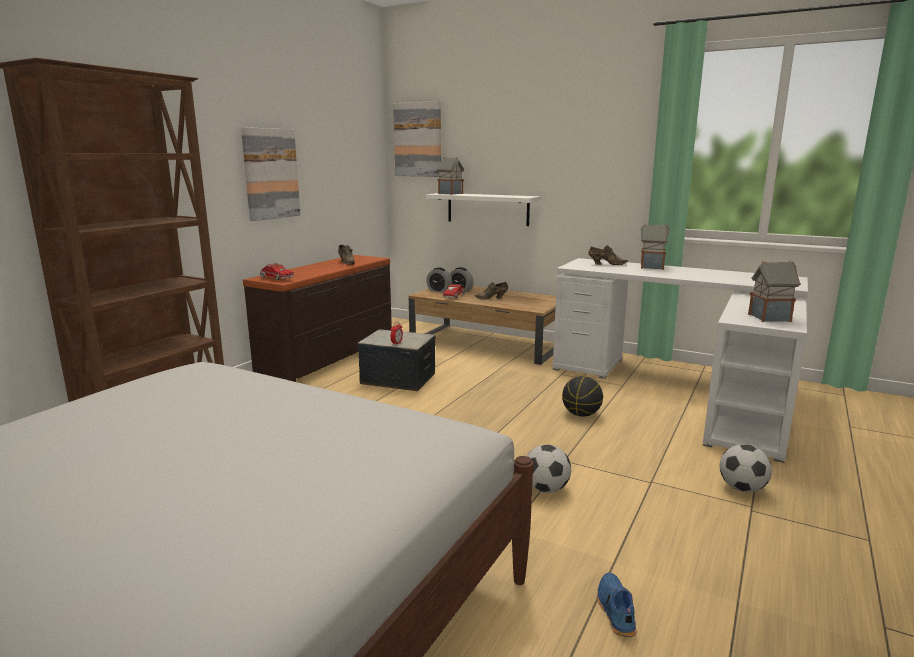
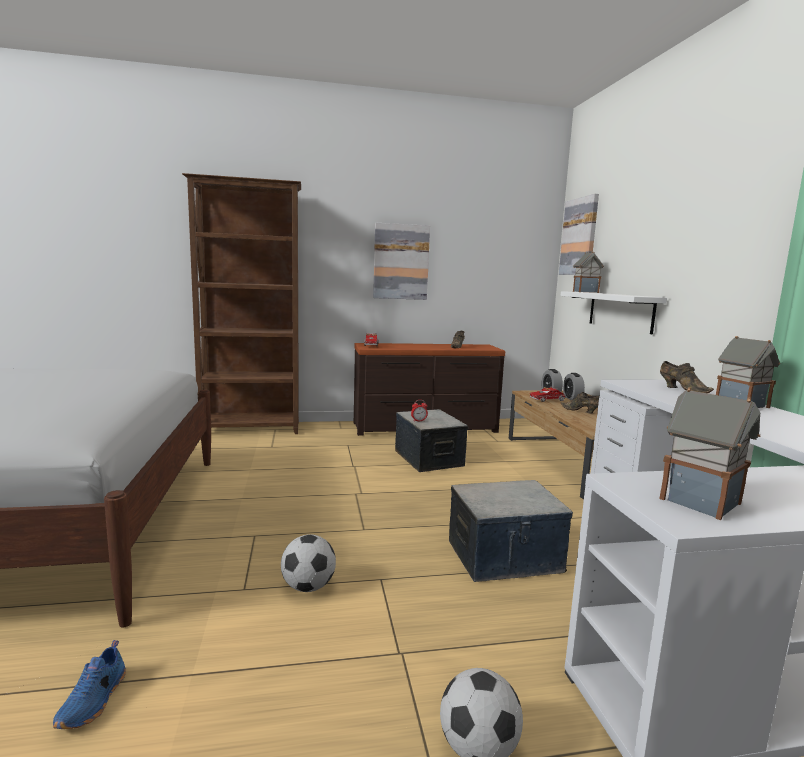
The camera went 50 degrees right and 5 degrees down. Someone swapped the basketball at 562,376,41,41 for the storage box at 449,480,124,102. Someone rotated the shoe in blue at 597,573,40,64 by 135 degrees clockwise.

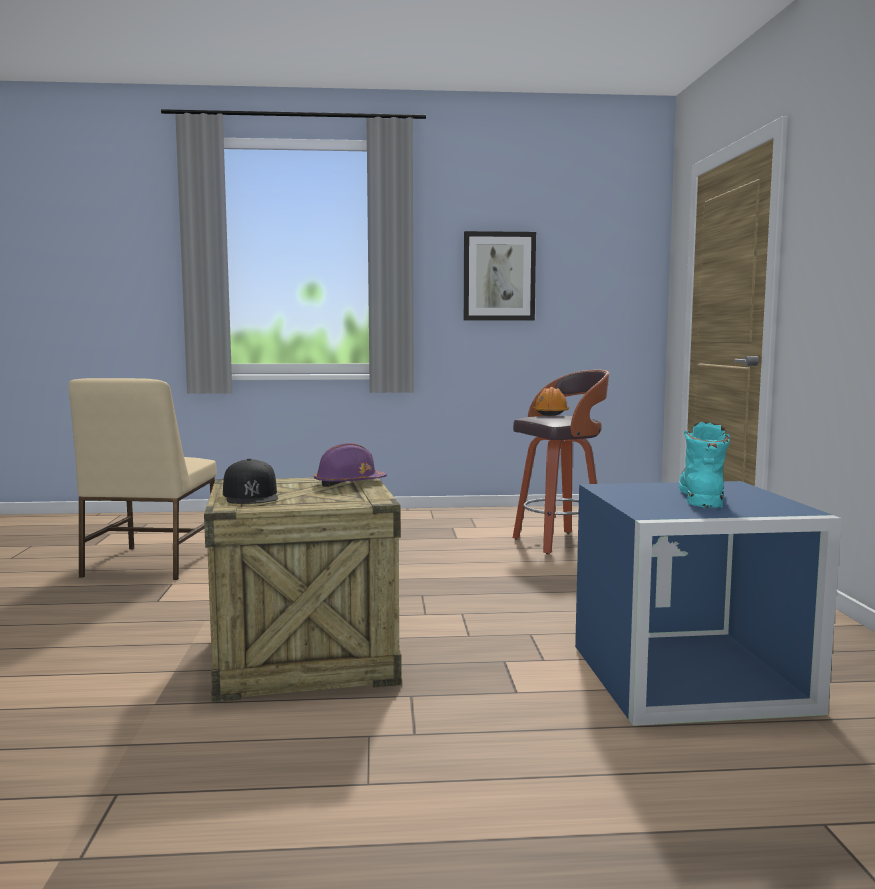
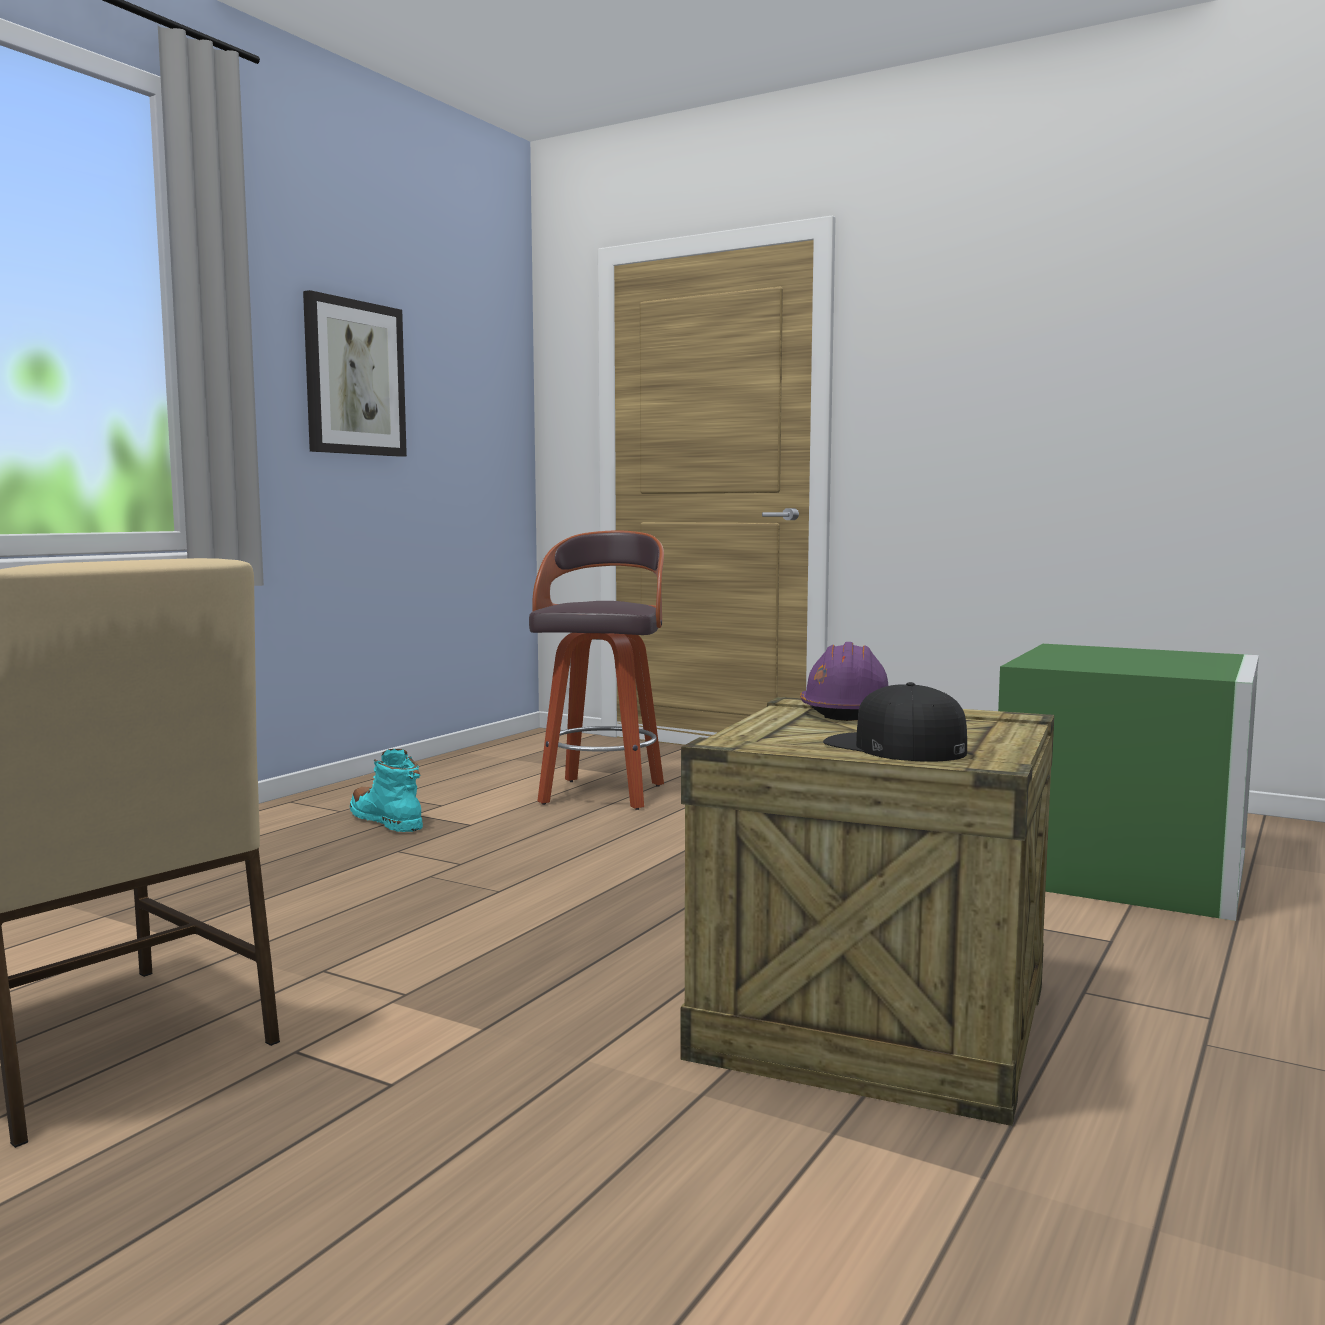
The camera went 55 degrees left and 0 degrees up. Someone took away the hard hat in orange at 533,387,36,29. Someone carried the boot in turquoise from 679,422,51,86 to 350,749,73,83. Someone rotated the cap in black at 223,459,55,45 by 150 degrees counterclockwise. Someone repainted the storage box in blue at 575,481,266,245, which became the storage box in green at 998,644,261,277.

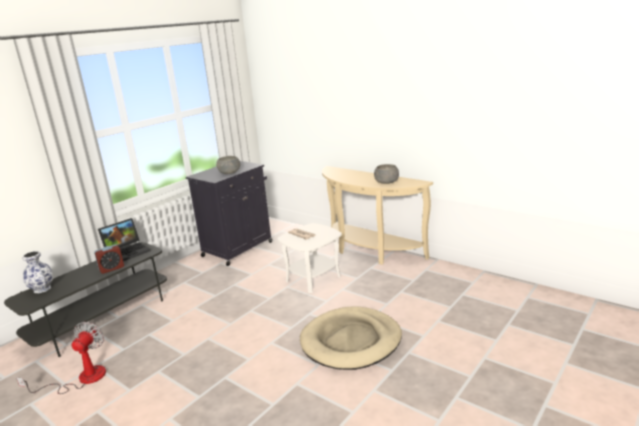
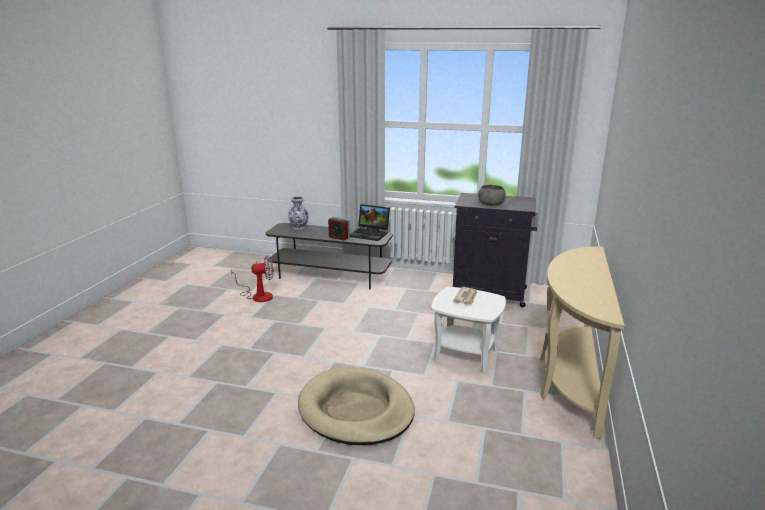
The camera went 65 degrees right and 0 degrees up. Someone took away the bowl in grey at 374,164,25,20.

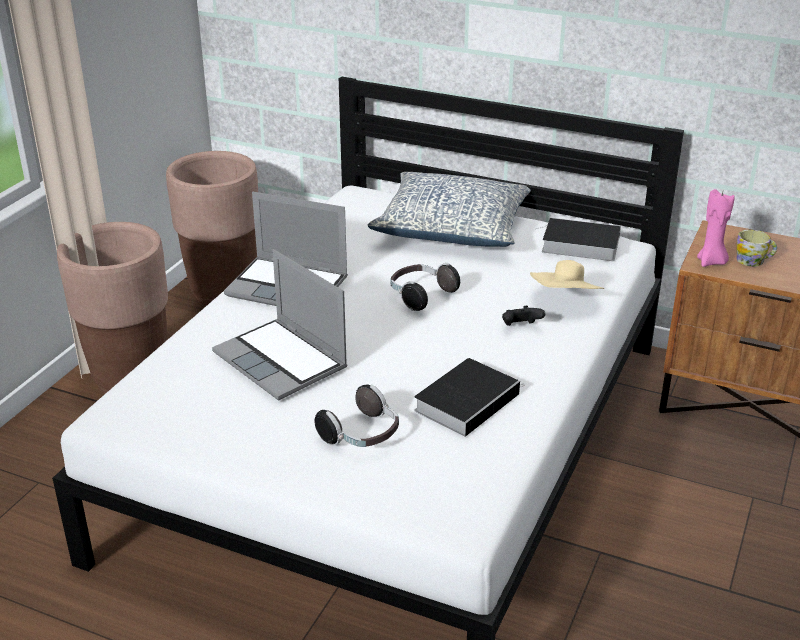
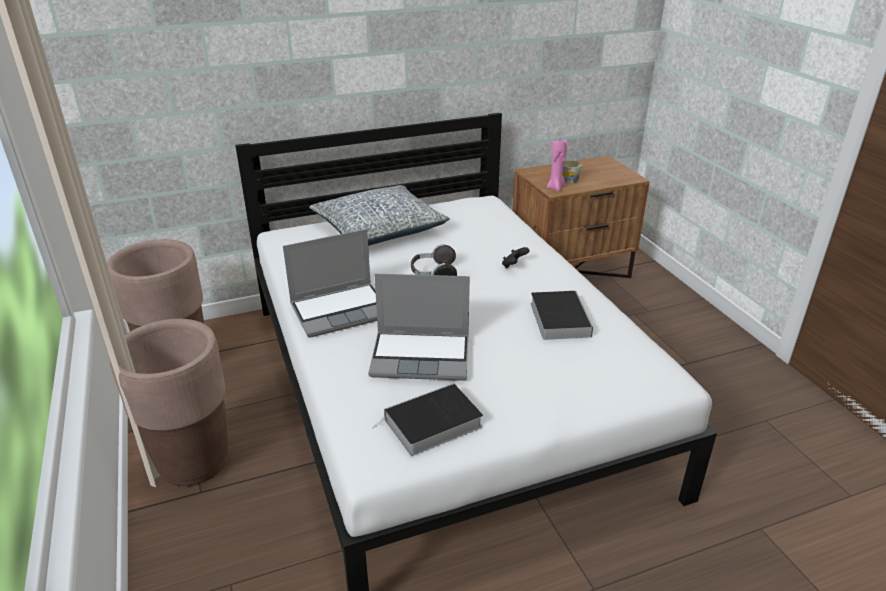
The camera went 45 degrees left and 0 degrees up. Someone carried the book from 535,218,86,43 to 372,383,111,73. Someone took away the hat in beige at 530,260,74,29. Someone took away the headphones at 314,385,85,62.

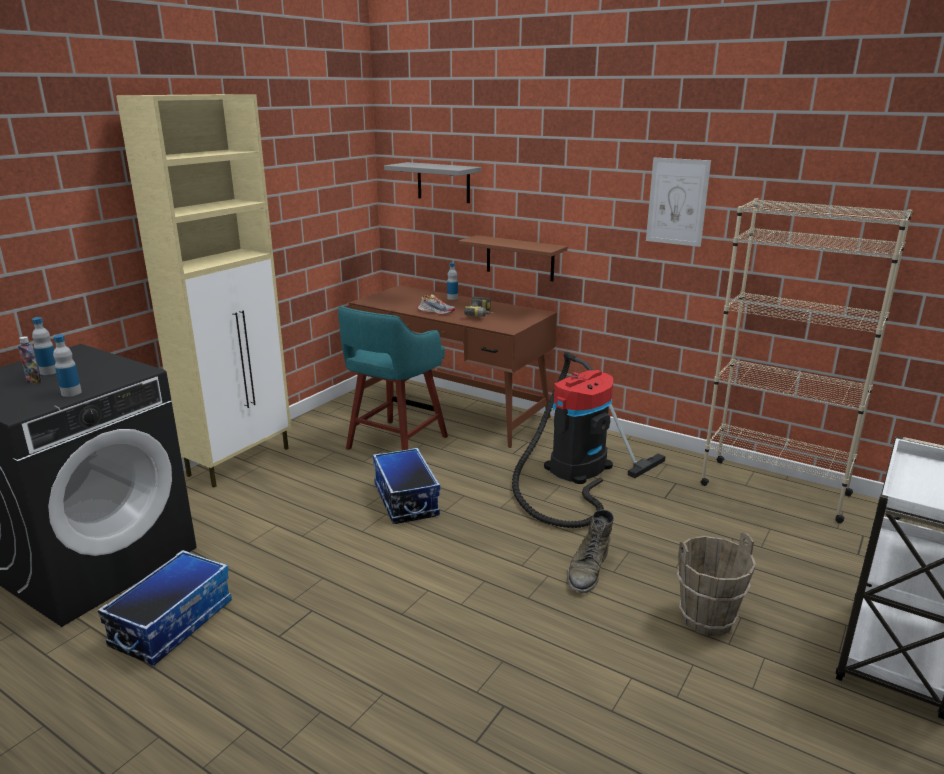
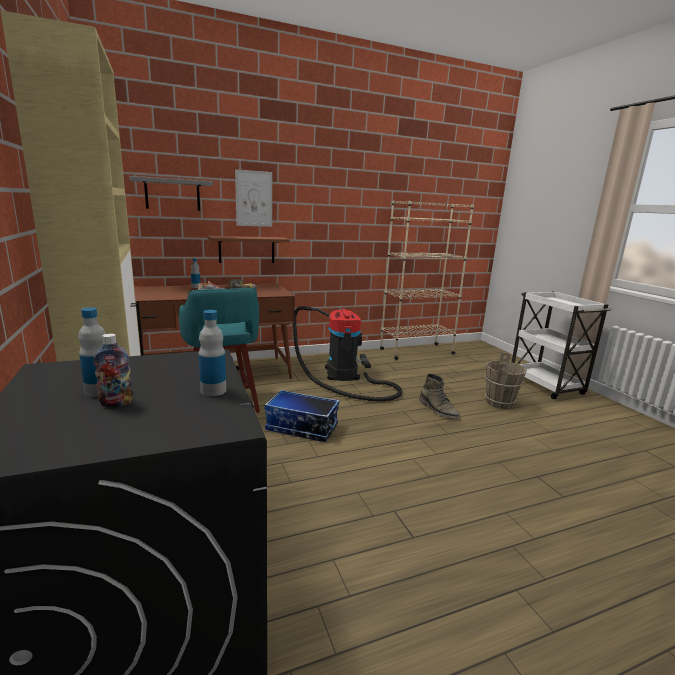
The camera went 55 degrees left and 5 degrees down. Someone carried the picture from 646,157,65,90 to 235,169,37,58. Someone took away the storage box at 98,550,134,116.

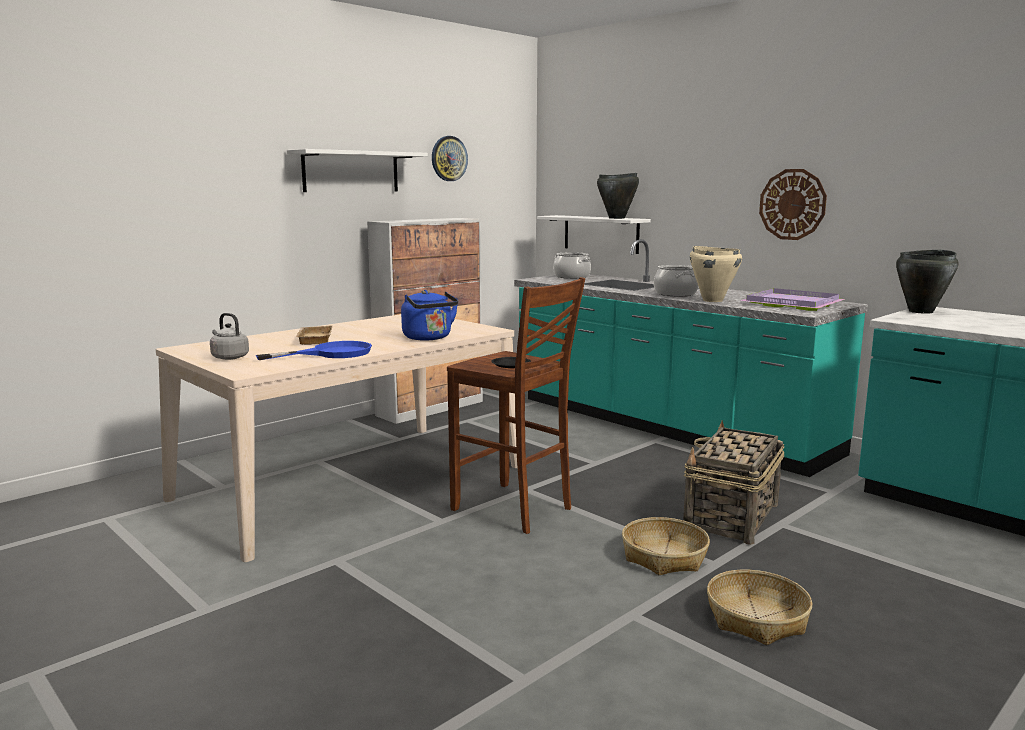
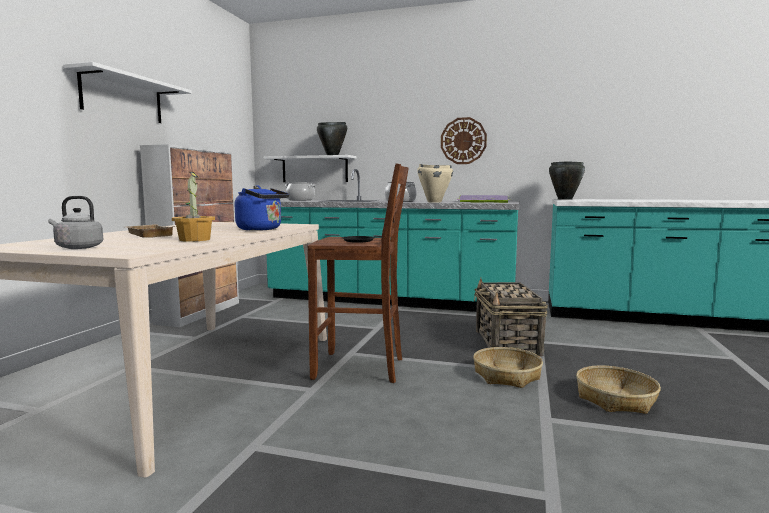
The camera went 30 degrees left and 5 degrees down. Someone took away the wall clock at 432,136,36,45. Someone swapped the frying pan in blue at 256,341,116,19 for the potted plant at 172,171,43,71.

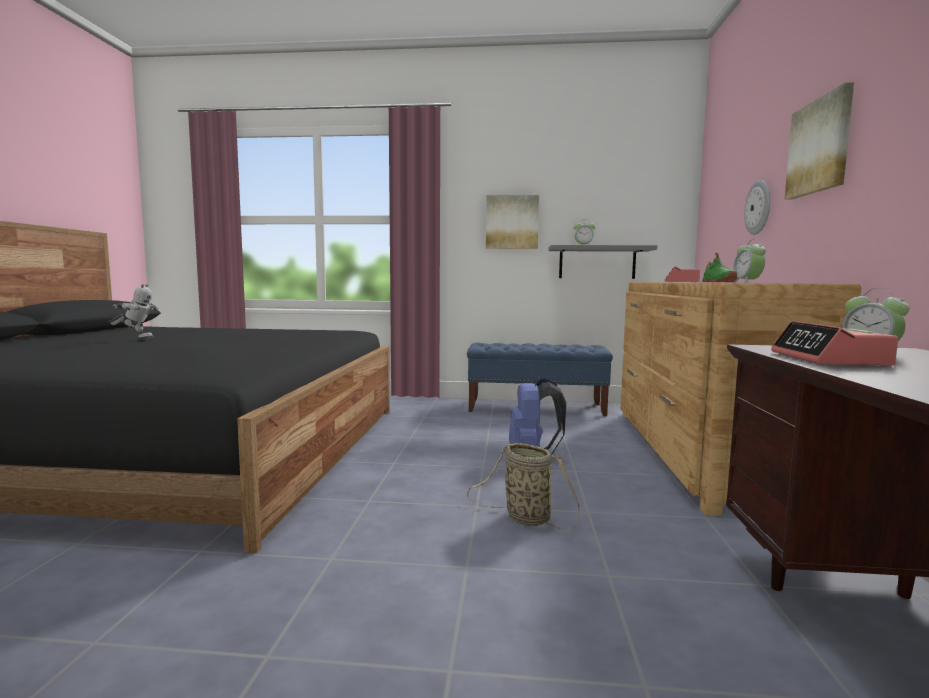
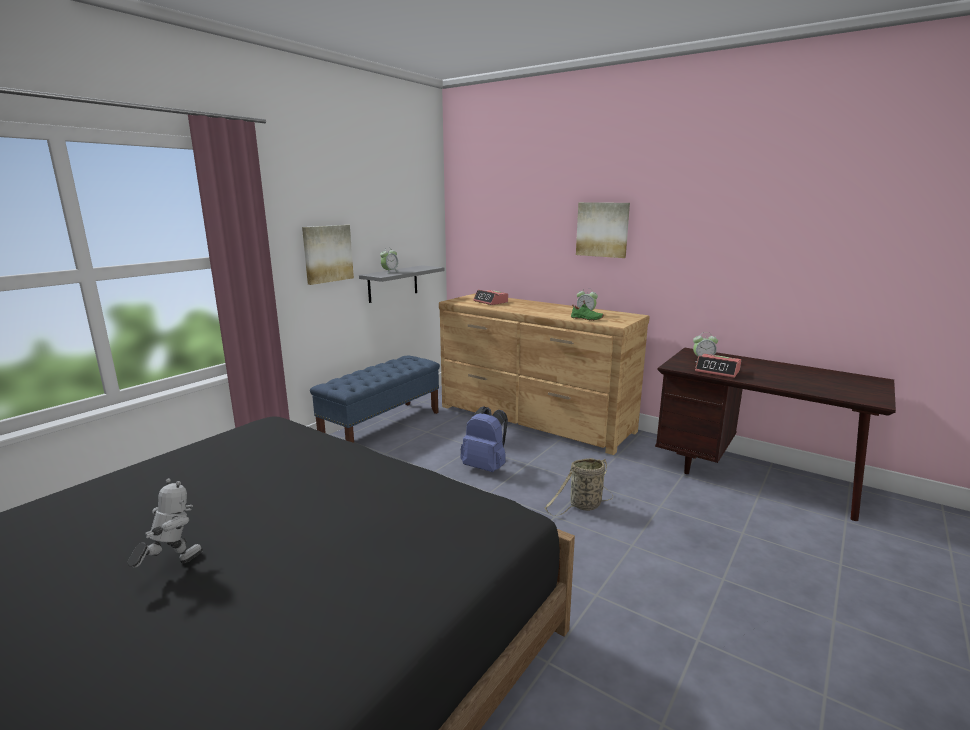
The camera went 60 degrees left and 10 degrees up. Someone took away the wall clock at 744,180,26,55.

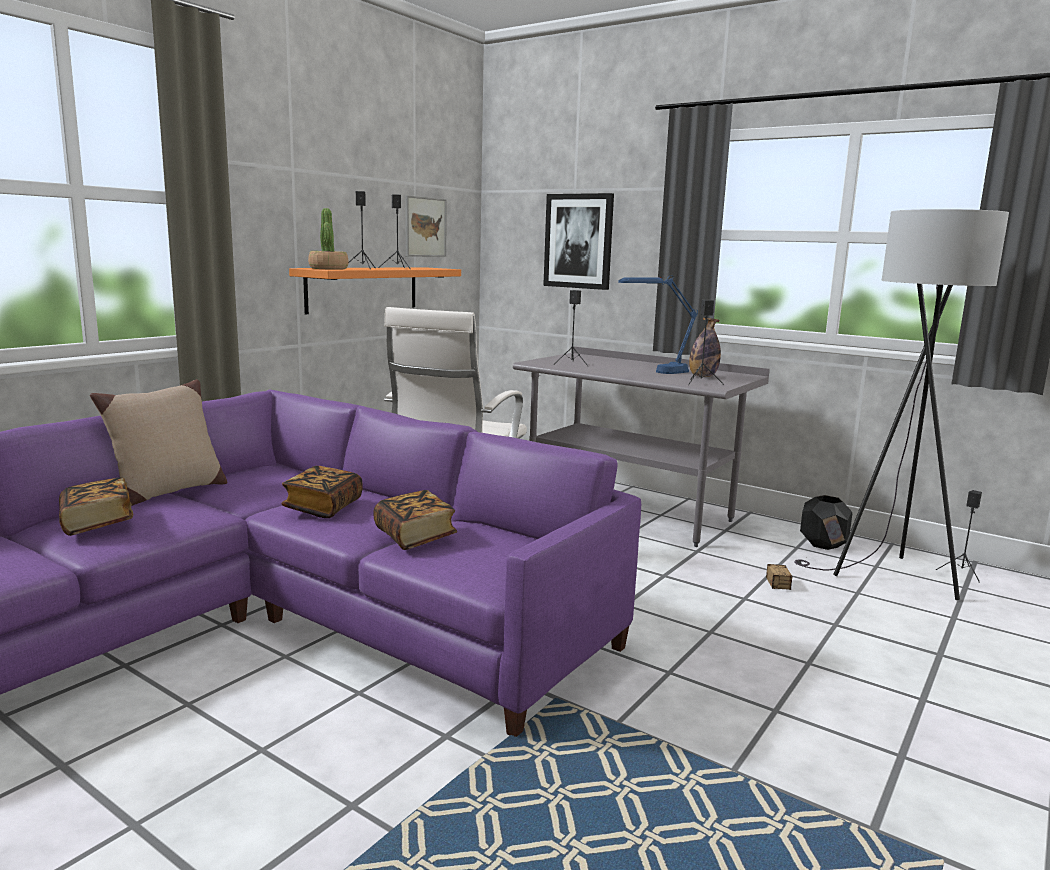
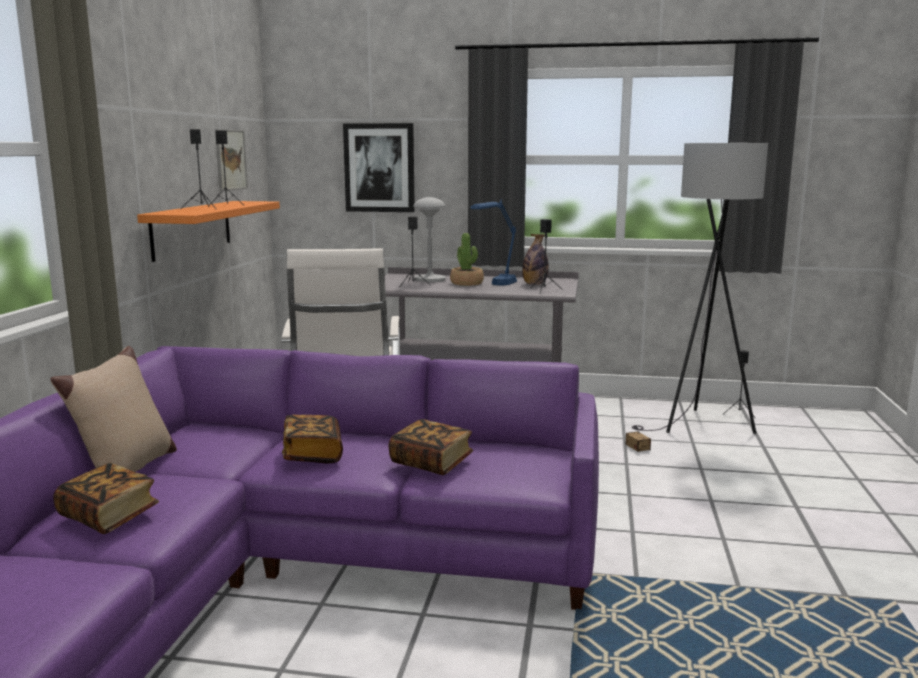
The camera went 25 degrees left and 0 degrees up. Someone carried the potted plant from 308,208,40,62 to 450,233,34,53. Someone took away the planter in black at 800,495,52,55. Someone put down the table lamp in grey at 413,197,33,85.

